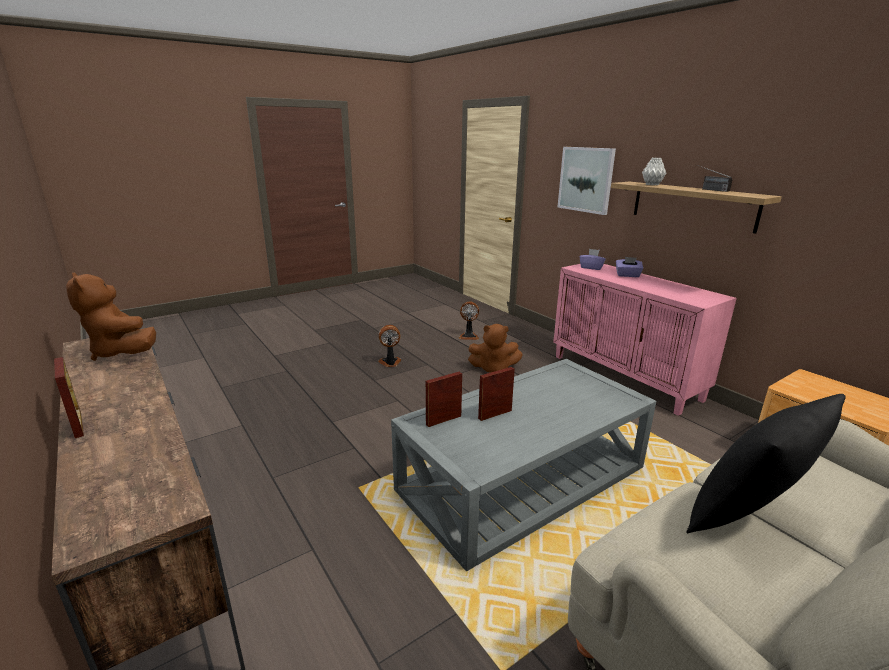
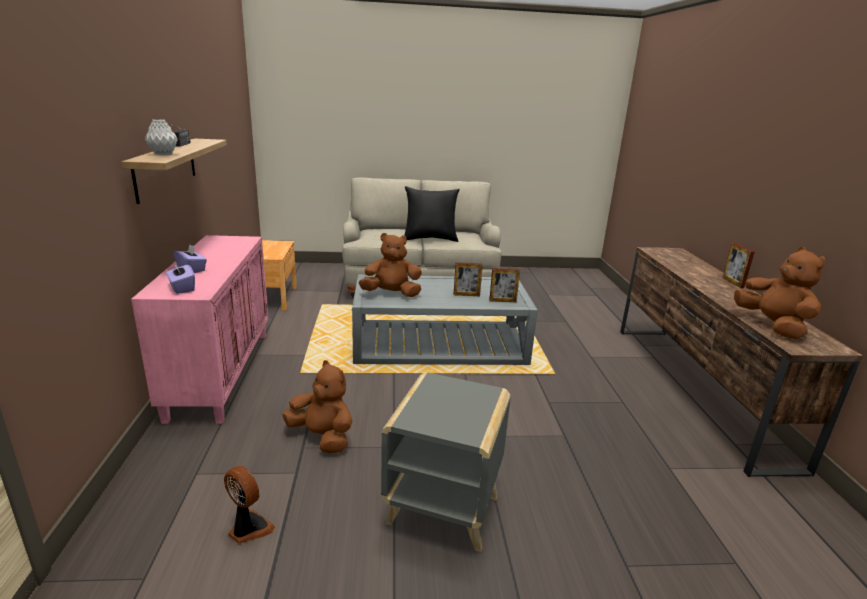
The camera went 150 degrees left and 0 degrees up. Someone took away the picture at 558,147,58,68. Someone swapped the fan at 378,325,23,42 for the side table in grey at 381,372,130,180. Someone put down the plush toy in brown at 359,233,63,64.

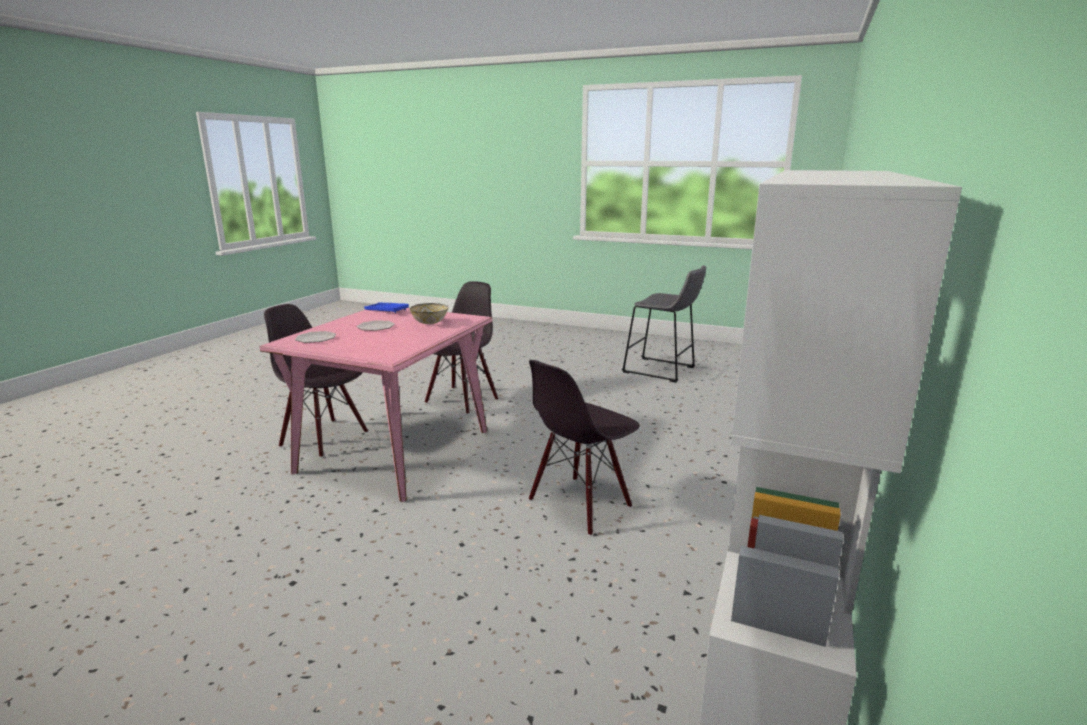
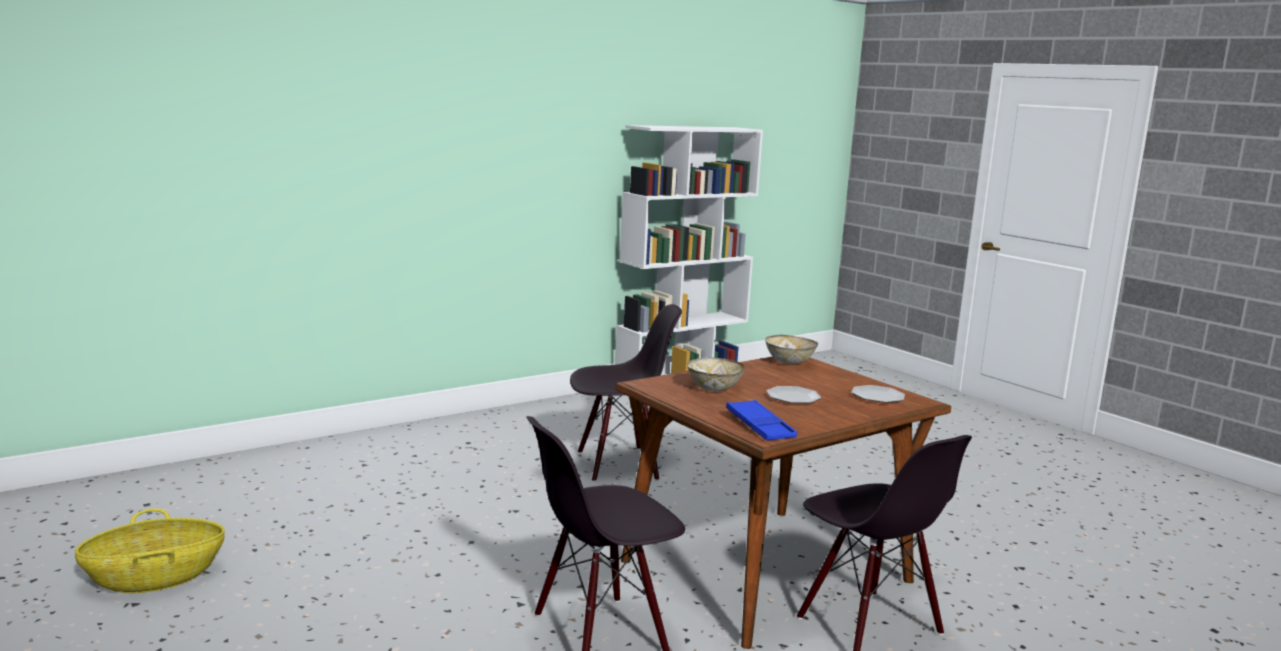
The camera went 150 degrees left and 5 degrees down. Someone swapped the stool in grey at 622,265,84,118 for the basket at 75,508,150,85. Someone repainted the dining table in pink at 259,308,233,194, which became the dining table in brown at 615,357,336,292. Someone put down the bowl at 765,335,53,29.

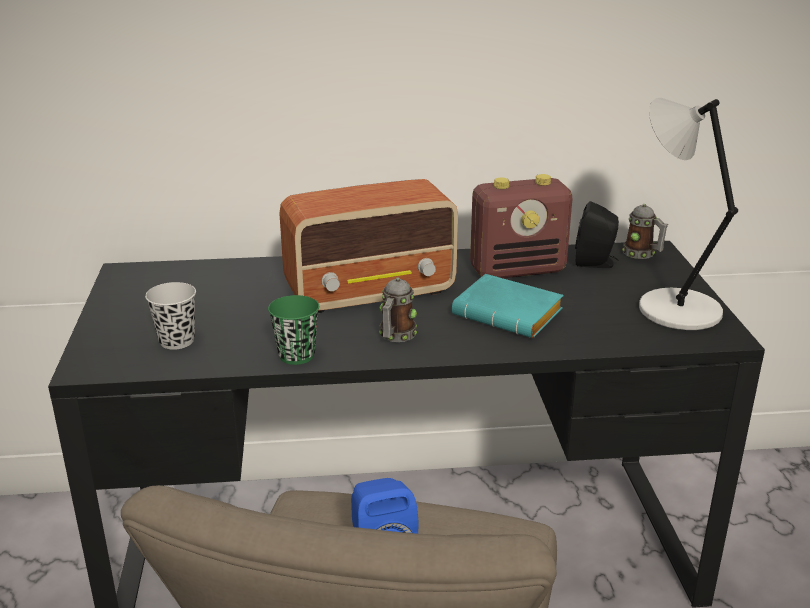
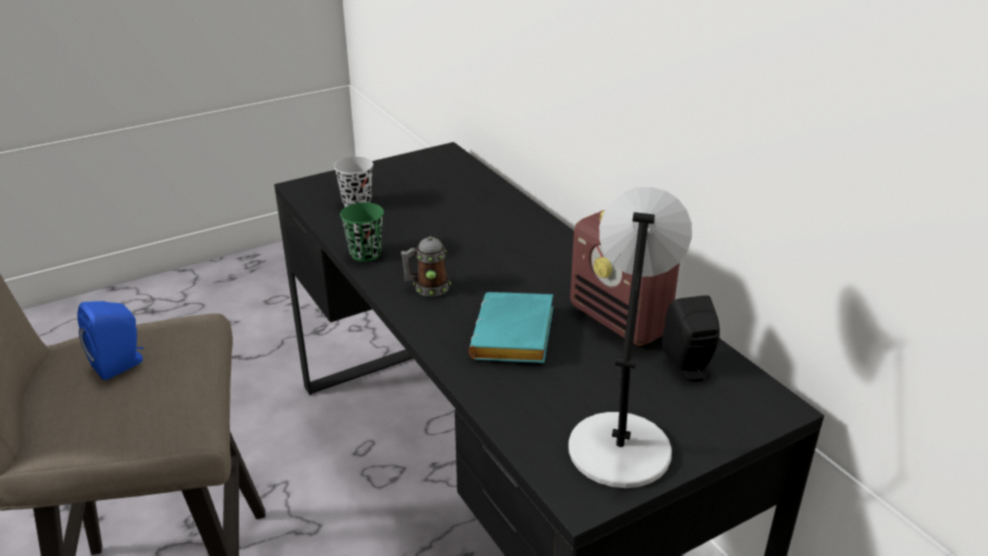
The camera went 65 degrees right and 5 degrees up. Someone took away the radio at 279,179,179,134. Someone took away the mug at 622,204,46,55.

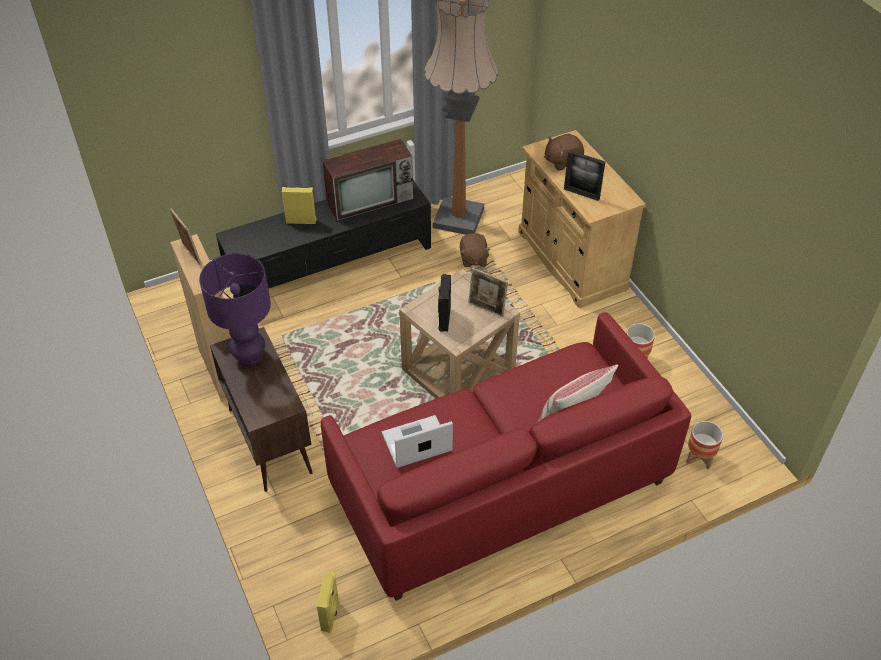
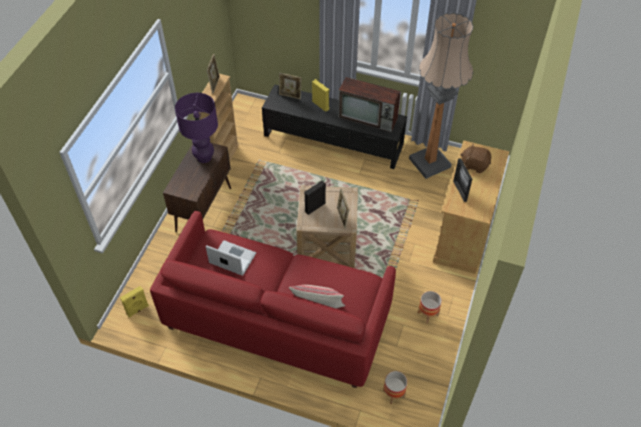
The camera went 45 degrees right and 5 degrees up. Someone took away the plush toy in brown at 460,233,31,34. Someone put down the picture frame at 279,73,23,26.

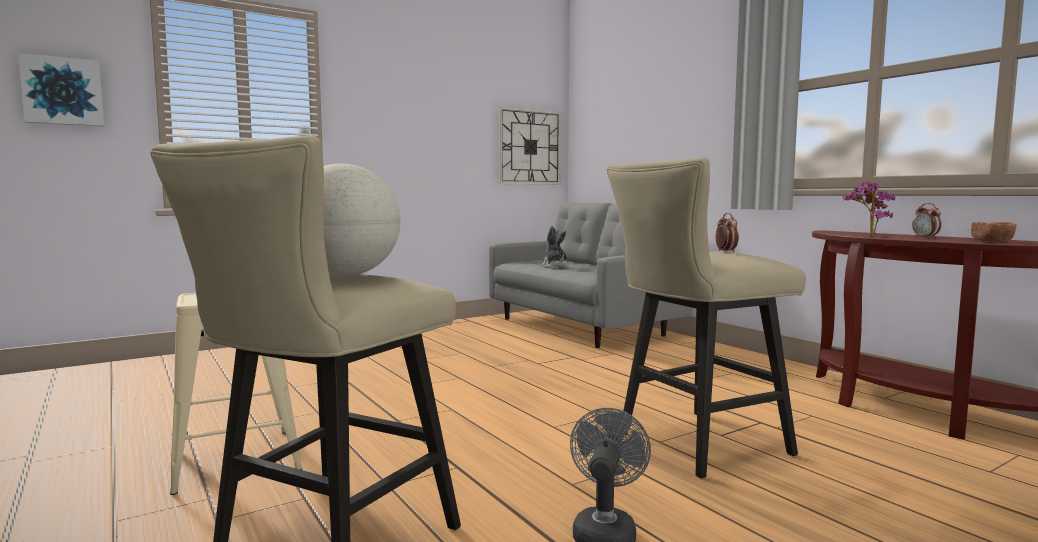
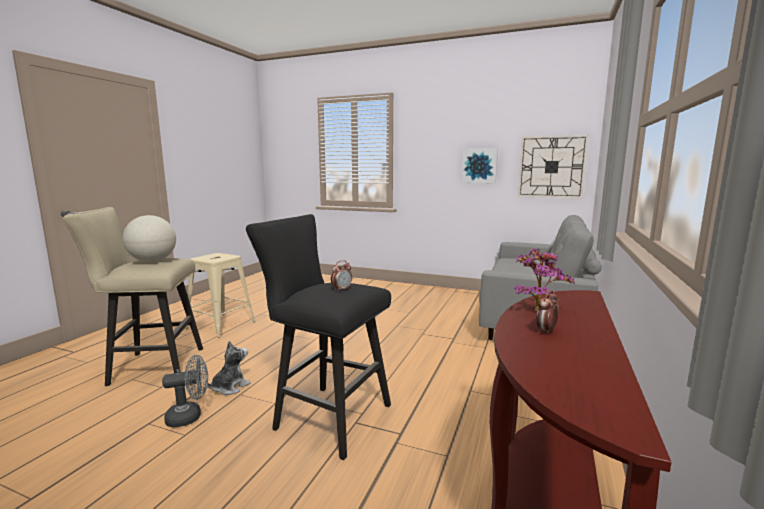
The camera went 55 degrees right and 5 degrees up. Someone carried the picture from 18,53,86,73 to 462,148,36,35. Someone repainted the stool in beige at 607,157,199,321, which became the stool in black at 246,214,145,246. Someone took away the bowl in brown at 971,222,46,21. Someone carried the plush toy from 542,226,27,42 to 205,341,46,54.

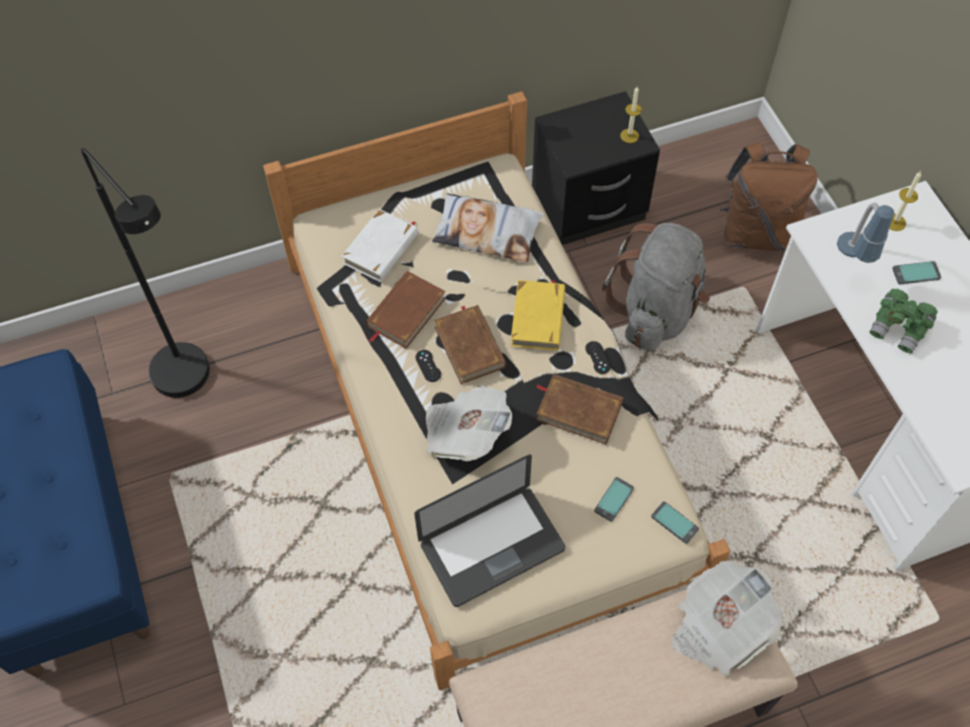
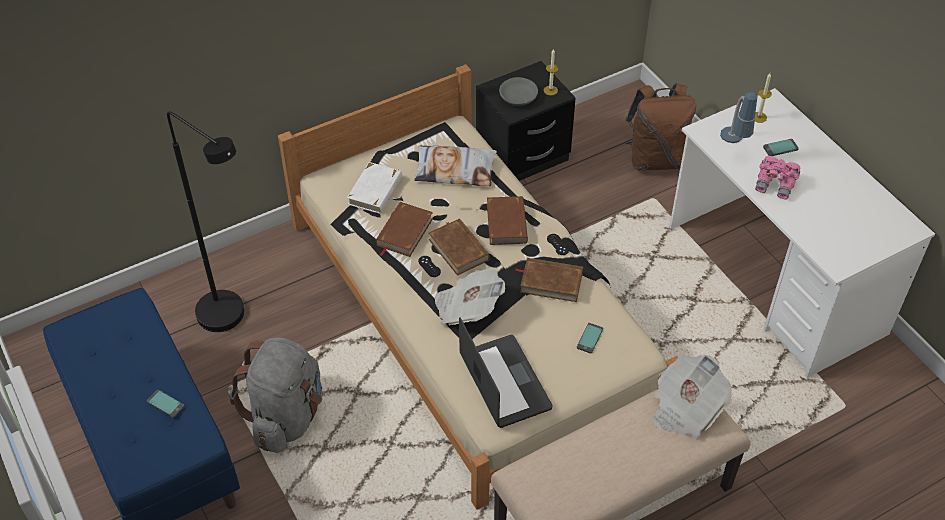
The camera went 10 degrees left and 10 degrees down. Someone carried the backpack in grey from 602,223,108,128 to 229,338,93,115. Someone repainted the book in yellow at 511,280,54,71, which became the book in brown at 487,196,41,49. Someone repainted the binoculars in green at 869,289,69,65, which became the binoculars in pink at 755,156,45,43. Someone rotated the laptop at 414,455,152,152 by 75 degrees counterclockwise. Someone carried the phone from 651,502,48,42 to 147,390,38,28. Someone put down the bowl in grey at 499,77,39,29.

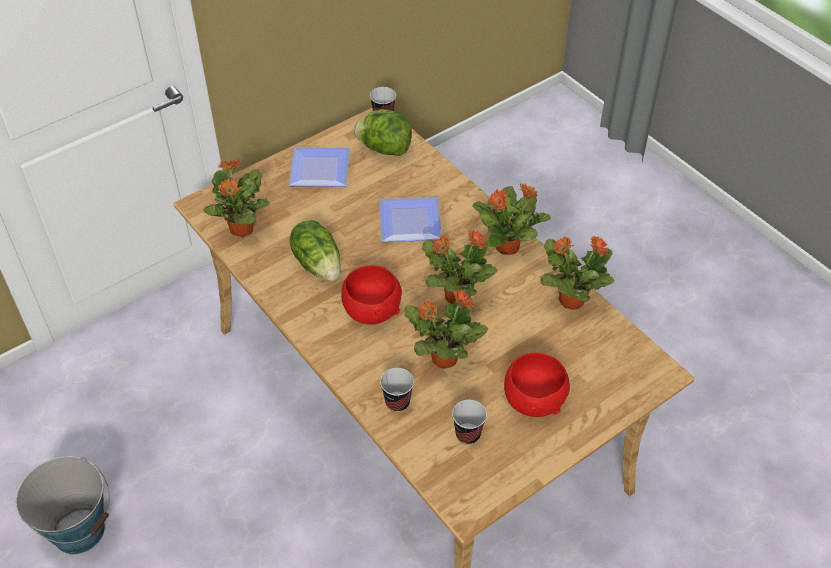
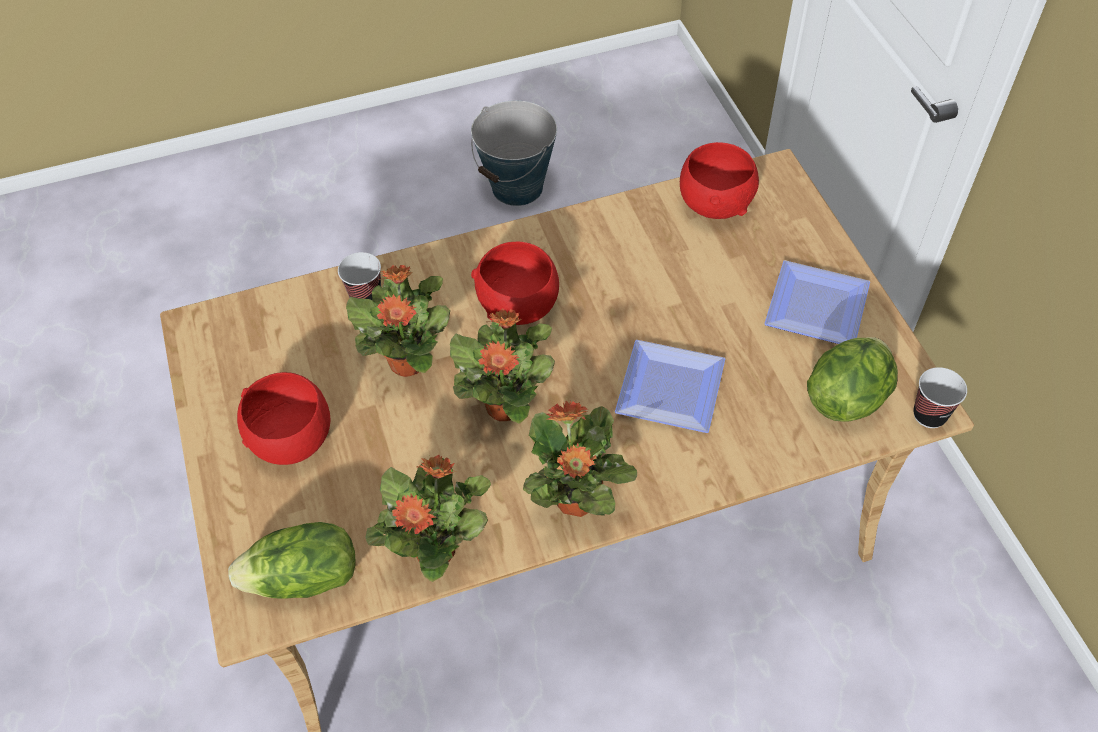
The camera went 110 degrees right and 5 degrees up. Someone swapped the potted plant at 203,159,67,78 for the bowl in red at 680,142,79,77. Someone carried the lettuce from 290,220,51,61 to 228,522,128,77. Someone took away the cup at 452,400,35,45.

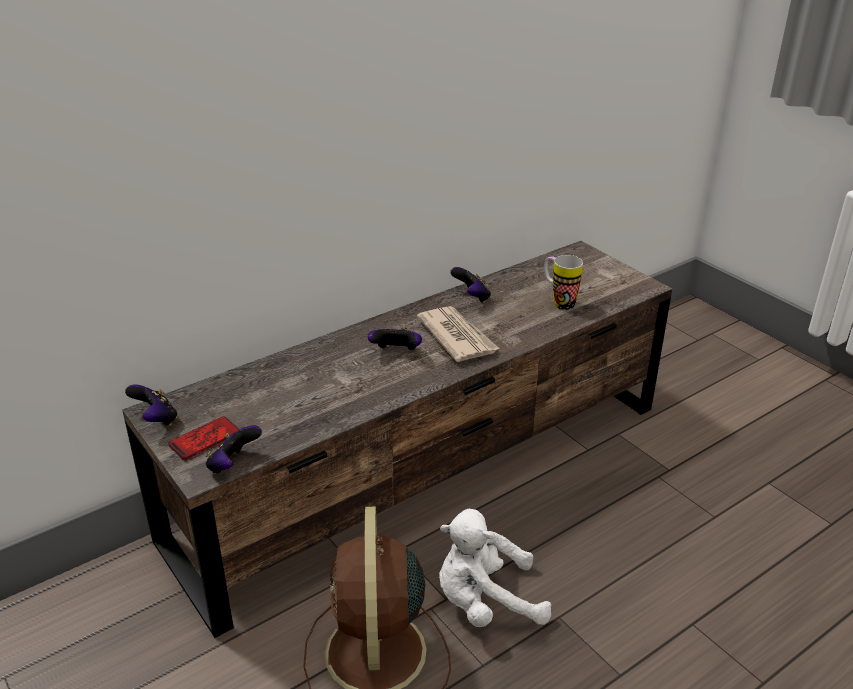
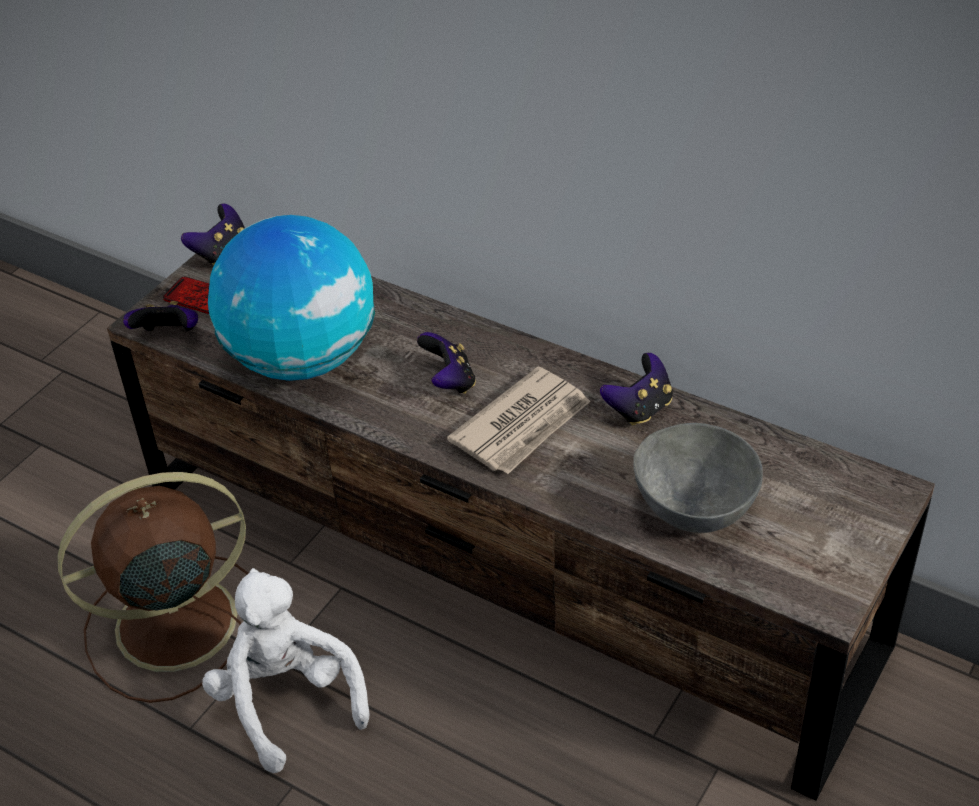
The camera went 70 degrees right and 10 degrees up. Someone swapped the mug at 544,255,39,55 for the bowl in grey at 633,423,130,110. Someone put down the globe at 208,215,167,166.

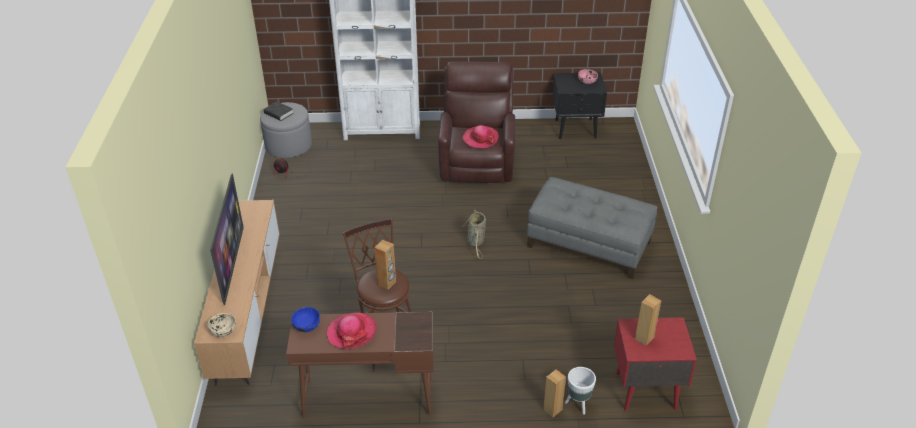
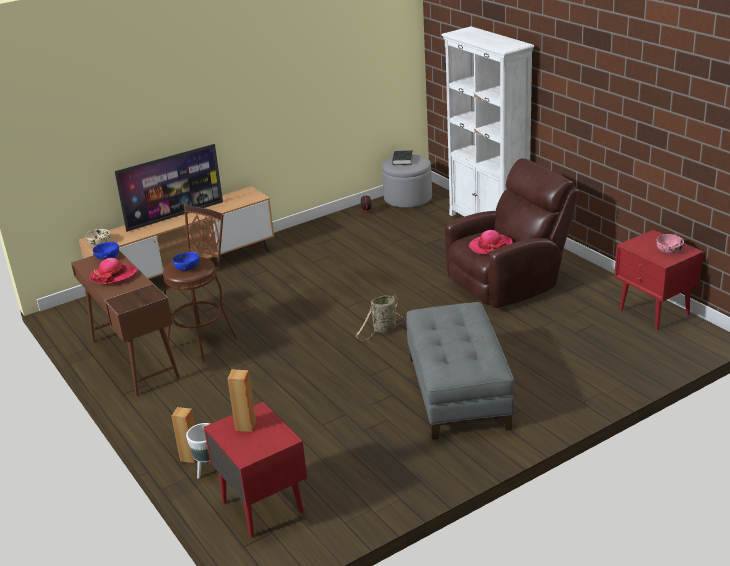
The camera went 60 degrees right and 10 degrees down. Someone repainted the nightstand in black at 553,72,54,67, which became the nightstand in red at 614,230,89,100. Someone swapped the speaker in brown at 374,240,22,50 for the bowl in blue at 173,252,27,19.

